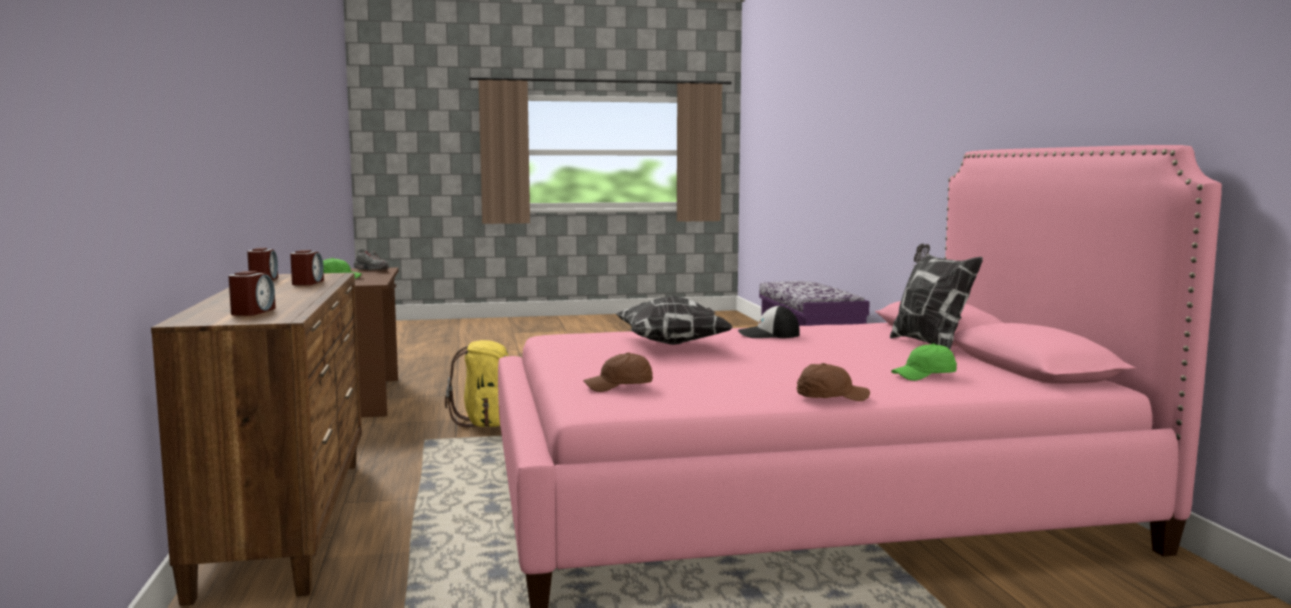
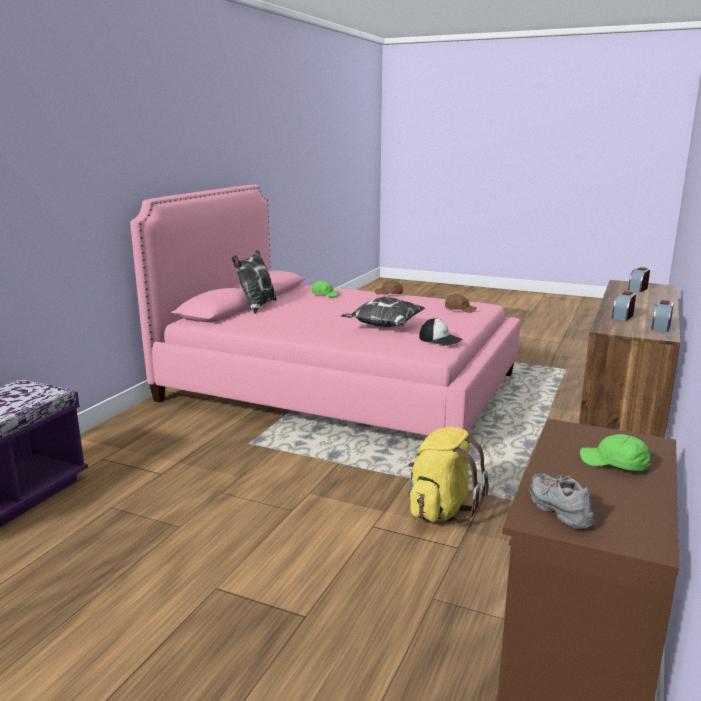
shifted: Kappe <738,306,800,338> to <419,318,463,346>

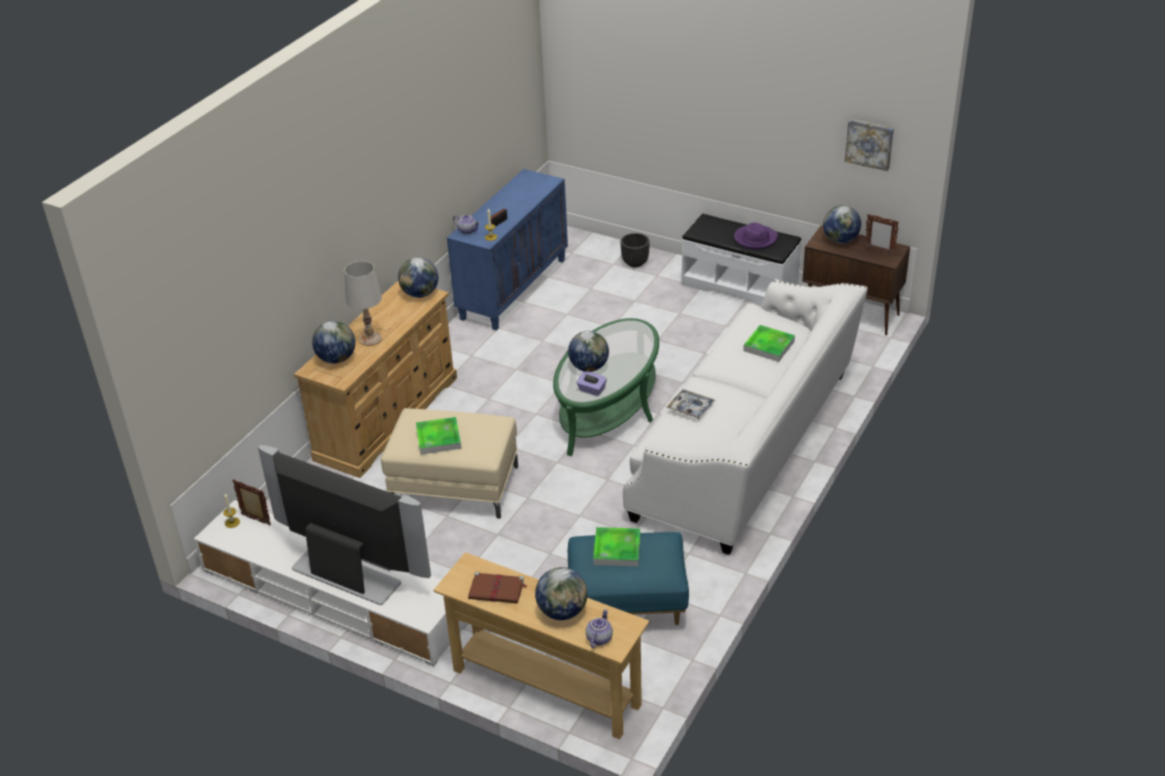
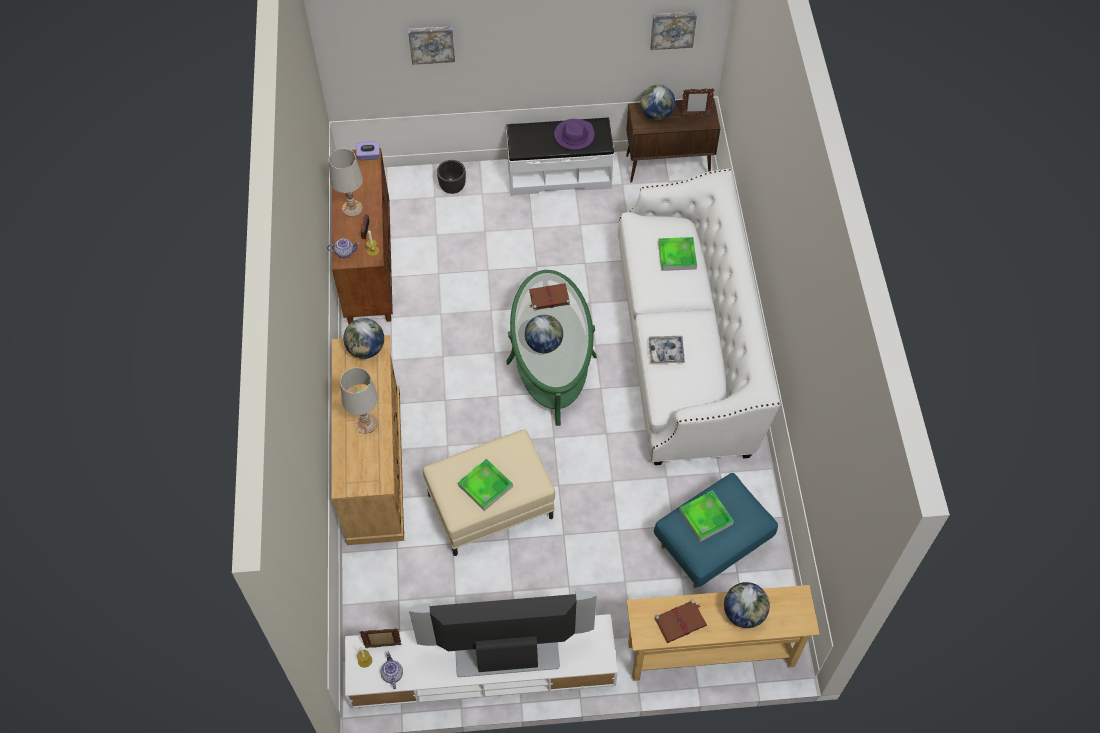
gone: Globus <312,321,355,364>
new: Bild <408,26,455,65>; Tischlampe/weiß <329,148,363,217>; Buch/braun <529,283,570,311>
shifted: Taschentuchbox/lila <576,371,607,396> to <356,141,380,160>; Teekanne <586,609,613,648> to <381,652,403,689>
repainted: Schrank/blau <447,169,568,330> to Schrank/braun <332,148,393,324>

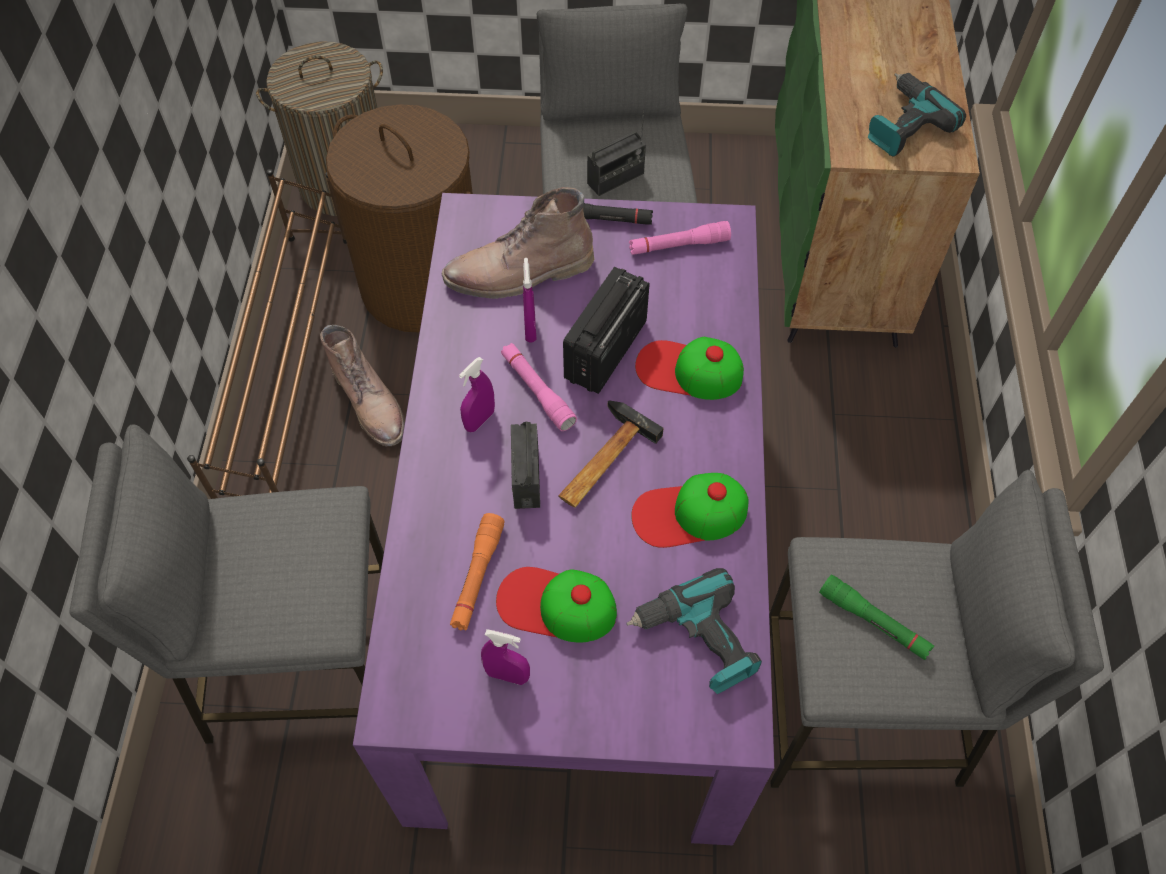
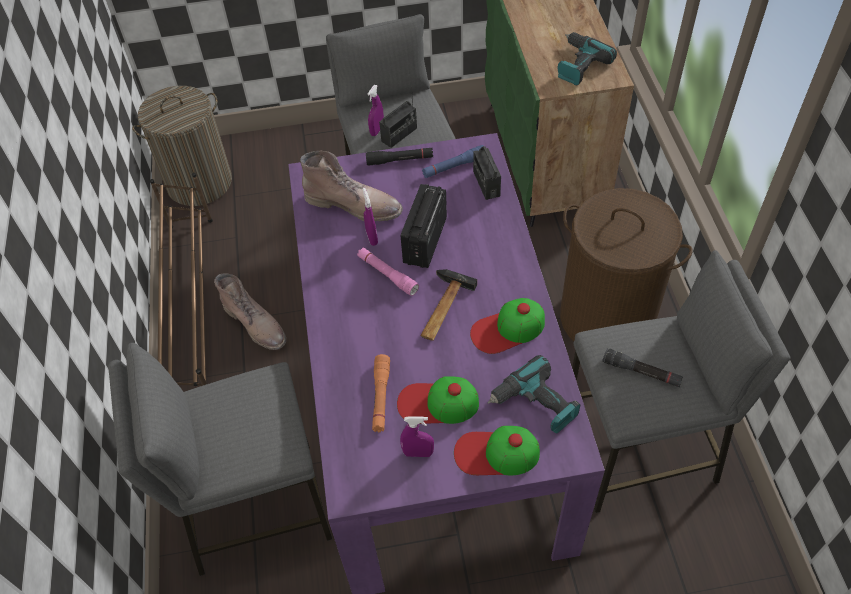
shifted: Wäschekorb/braun <326,104,473,333> to <560,188,692,341>; Kappe <635,337,744,400> to <454,426,540,475>; Sprühflasche/lila <459,357,495,432> to <367,85,384,136>; Radio <511,422,540,509> to <473,146,501,200>
repainted: Taschenlampe/rosa <629,221,731,255> to Taschenlampe/blau <422,145,484,178>; Taschenlampe/grün <819,574,934,660> to Taschenlampe/schwarz <602,348,683,387>
rotated: Stiefel/braun <442,187,595,299> = <300,151,403,221> 135 degrees counterclockwise

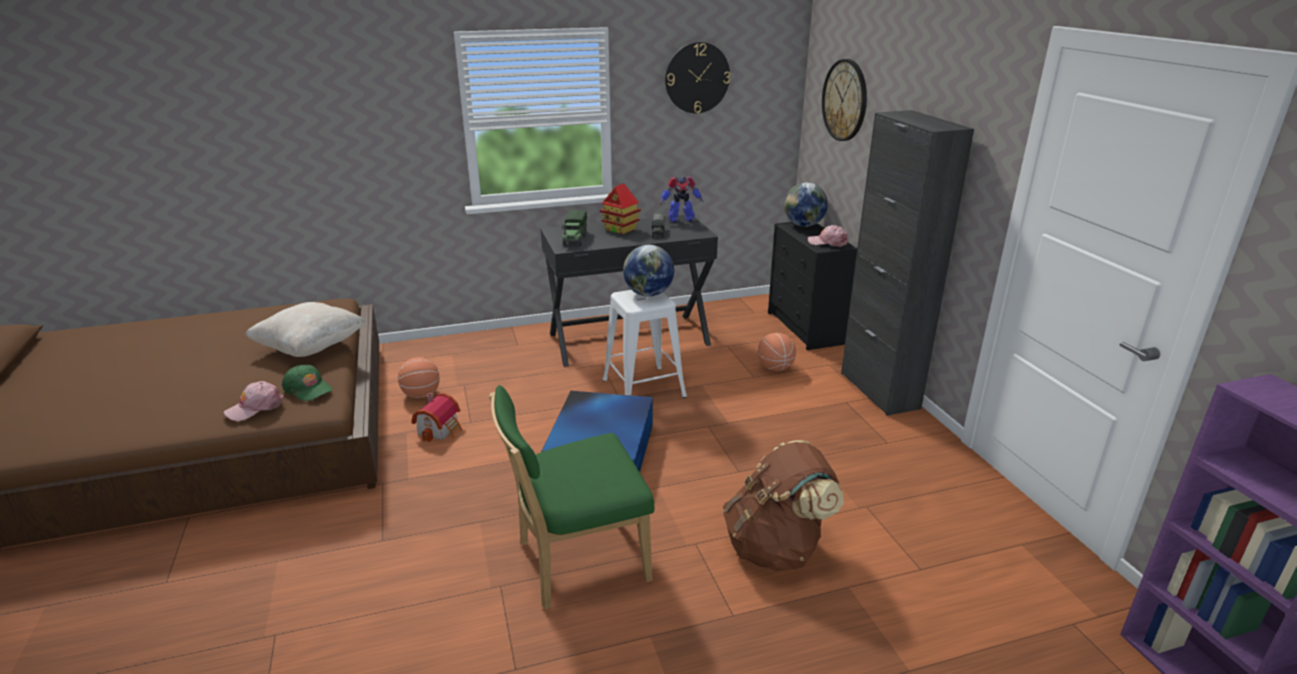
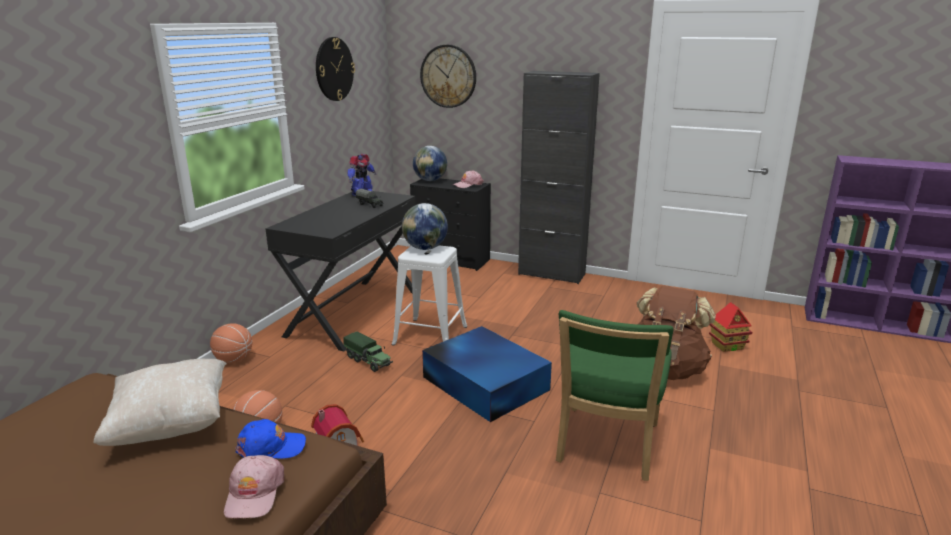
shifted: Spielzeughaus <600,183,641,234> to <709,302,752,352>; Spielzeuglaster <562,210,587,246> to <344,331,393,372>; Basketball <757,333,796,371> to <210,323,252,363>
repainted: Kappe/grün <282,365,332,401> to Kappe/blau <235,419,306,459>

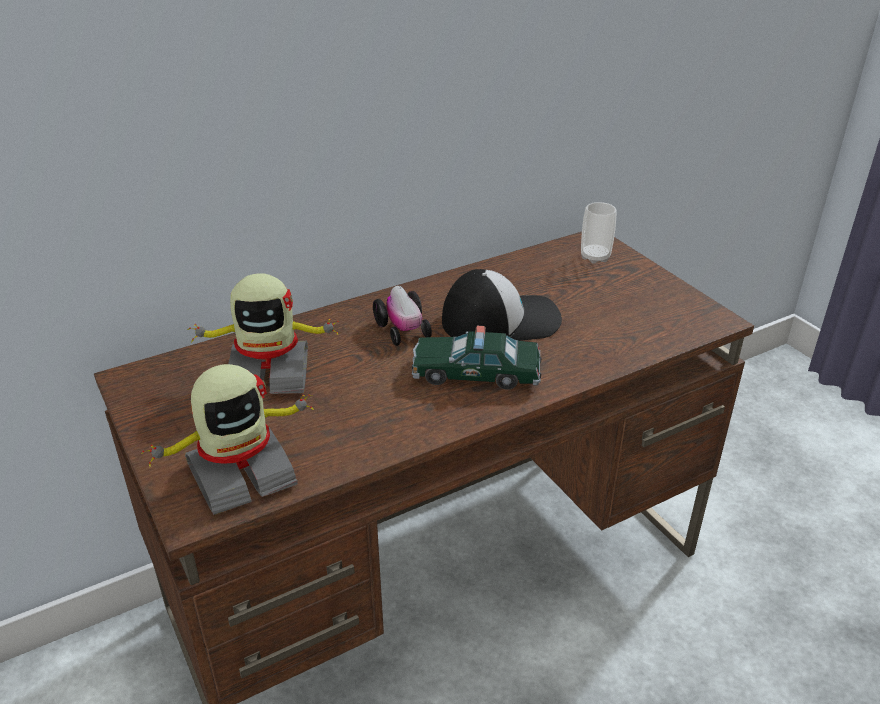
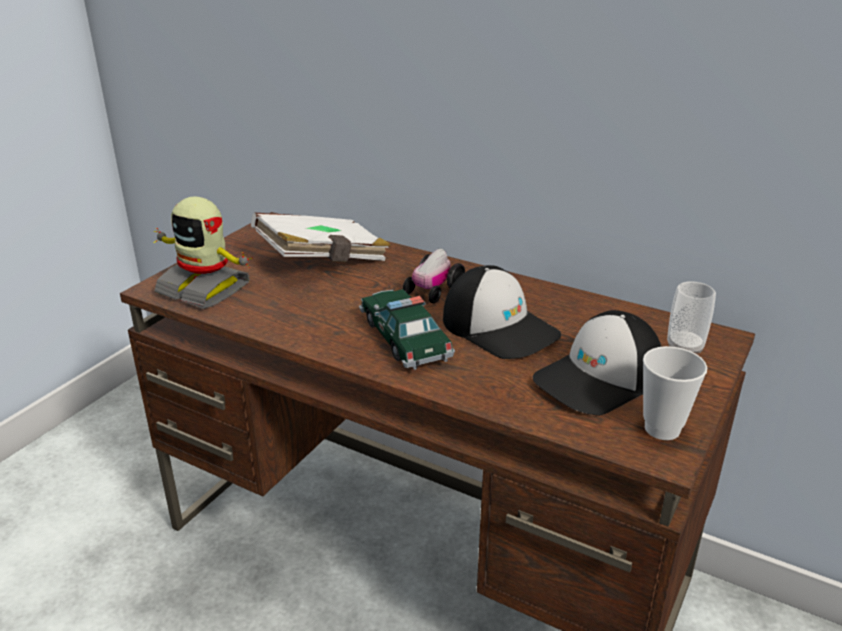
new: Kappe <533,310,661,416>; Tasse <643,346,707,440>
swapped: Spielzeugroboter <187,273,340,394> to Buch/weiß <251,212,391,262>

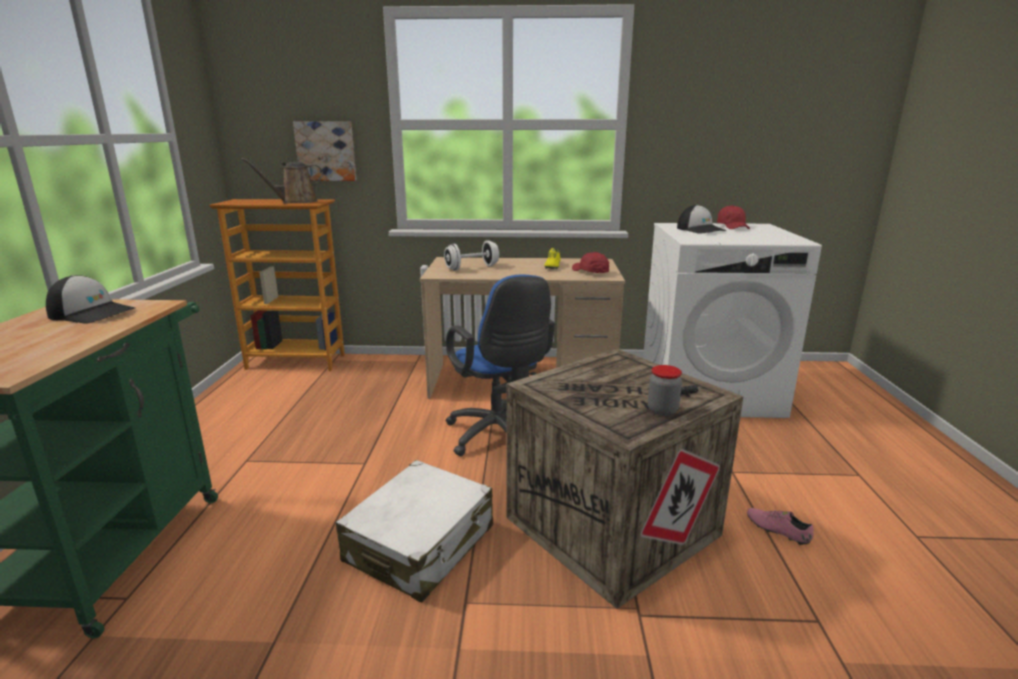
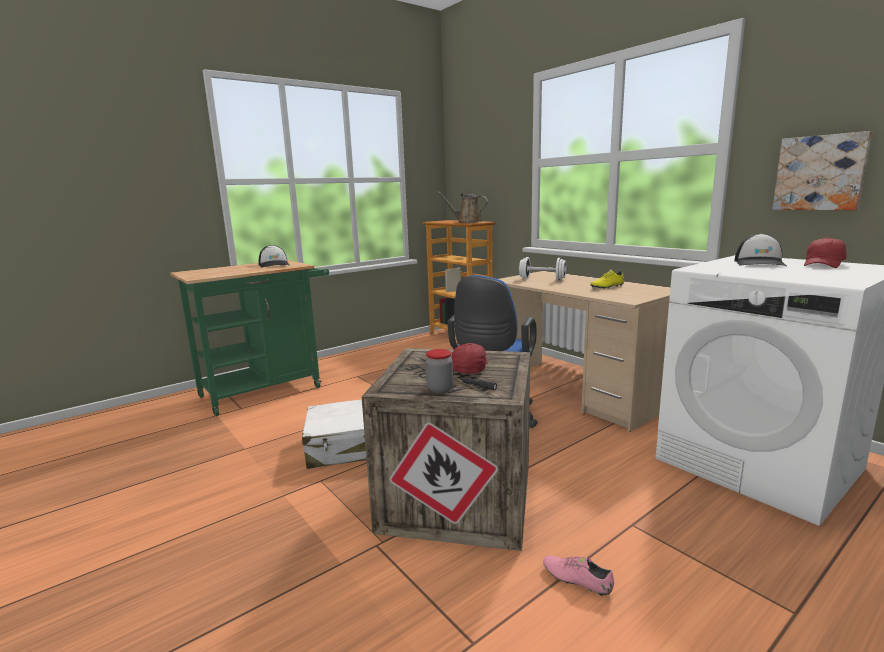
shifted: Bild <293,121,356,181> to <773,131,872,210>; Kappe/rot <572,252,609,273> to <451,343,488,374>
rotated: Schuh/rosa <747,508,814,545> = <543,555,614,596> 60 degrees counterclockwise

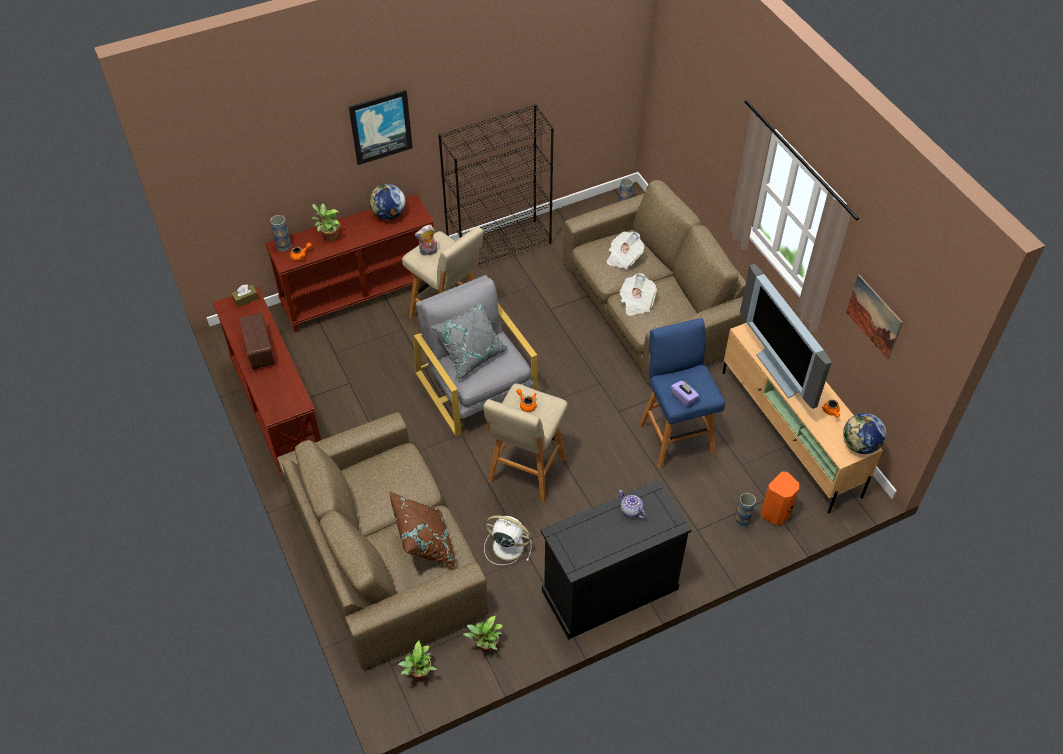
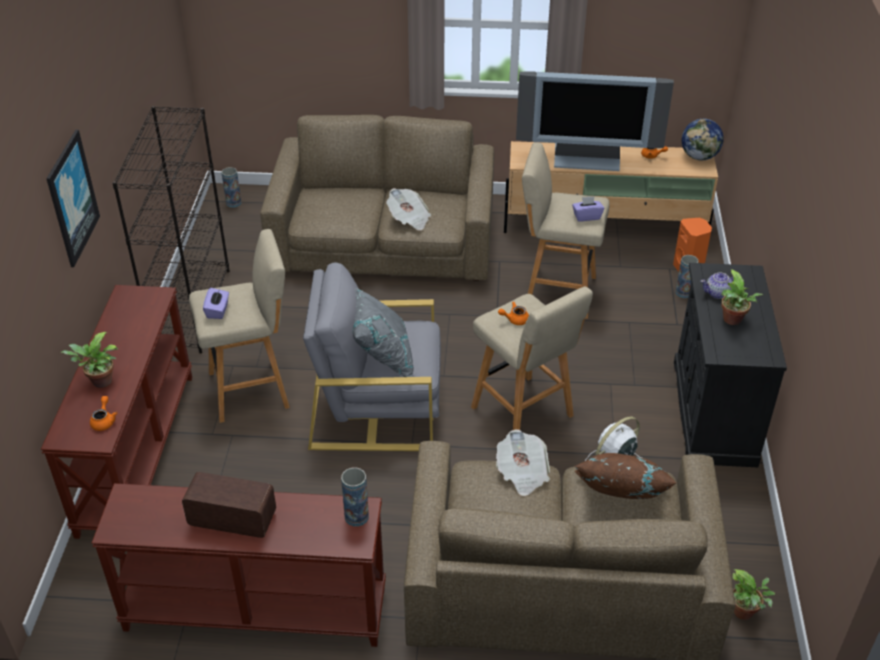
gone: Globus <369,184,406,220>; Bild <846,274,903,360>; Taschentuchbox/braun <231,284,259,307>
shifted: Vase <270,215,291,251> to <341,468,369,527>; Zeitung <607,232,644,269> to <496,429,550,496>; Topfpflanze <463,615,503,652> to <721,269,763,325>
swapped: Plüschtier <415,225,438,256> to Taschentuchbox/lila <203,288,229,319>
repainted: Hocker/blau <639,318,725,468> to Hocker/beige <522,142,610,319>

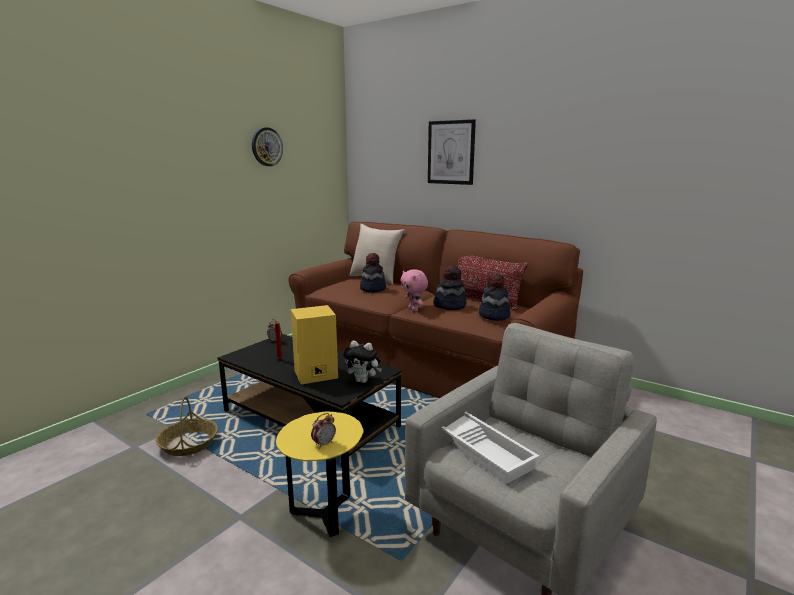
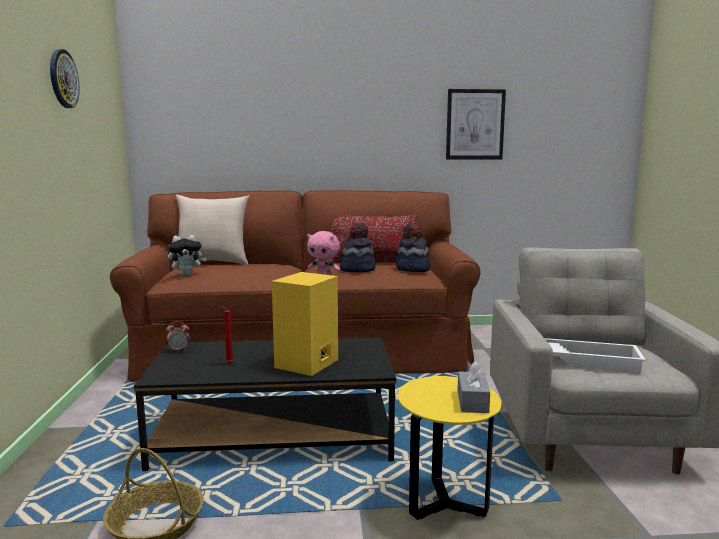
gone: Hut <360,253,386,293>
shifted: Bild <428,119,476,185> to <446,89,506,159>; Plüschtier <343,341,382,383> to <168,235,207,276>
swapped: Wecker <311,413,336,449> to Taschentuchbox/grau <457,361,490,413>

